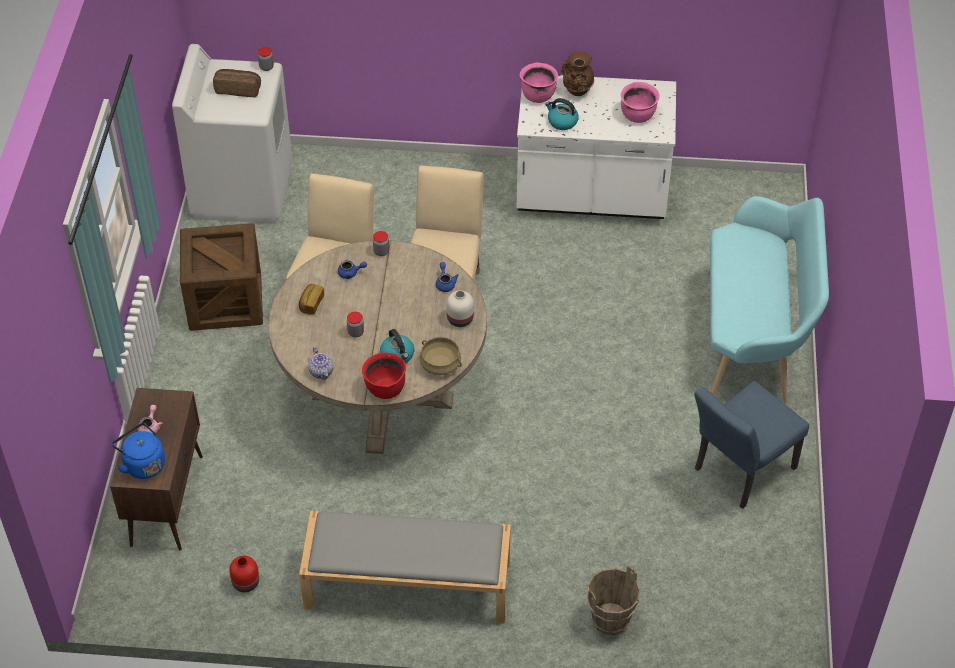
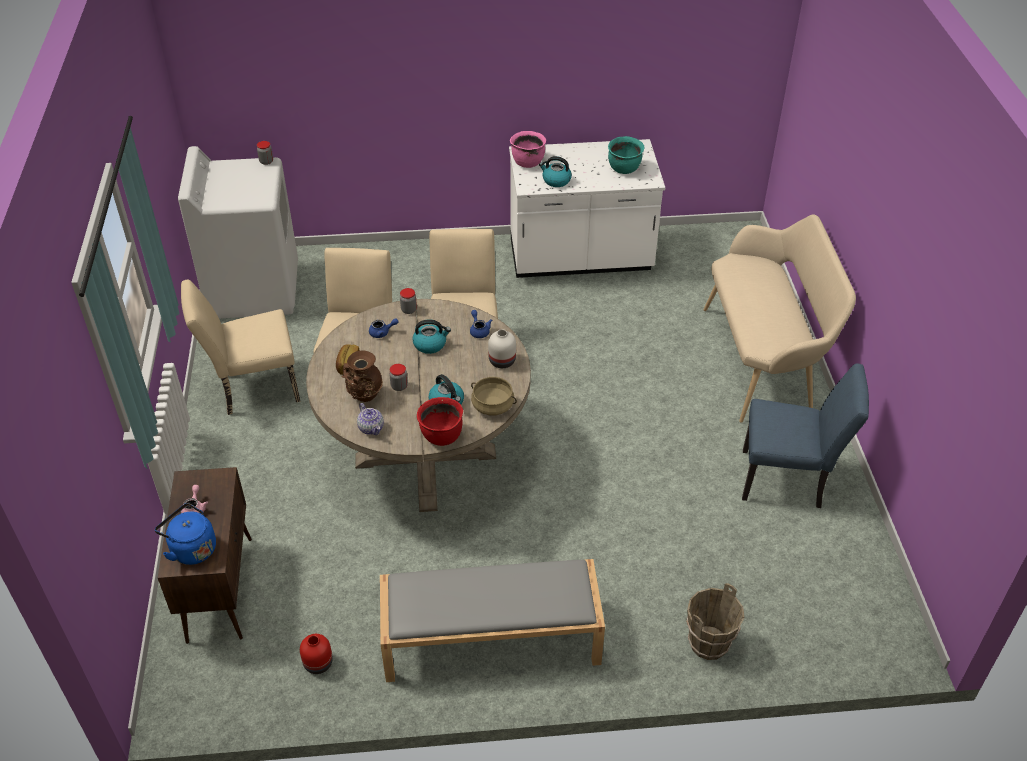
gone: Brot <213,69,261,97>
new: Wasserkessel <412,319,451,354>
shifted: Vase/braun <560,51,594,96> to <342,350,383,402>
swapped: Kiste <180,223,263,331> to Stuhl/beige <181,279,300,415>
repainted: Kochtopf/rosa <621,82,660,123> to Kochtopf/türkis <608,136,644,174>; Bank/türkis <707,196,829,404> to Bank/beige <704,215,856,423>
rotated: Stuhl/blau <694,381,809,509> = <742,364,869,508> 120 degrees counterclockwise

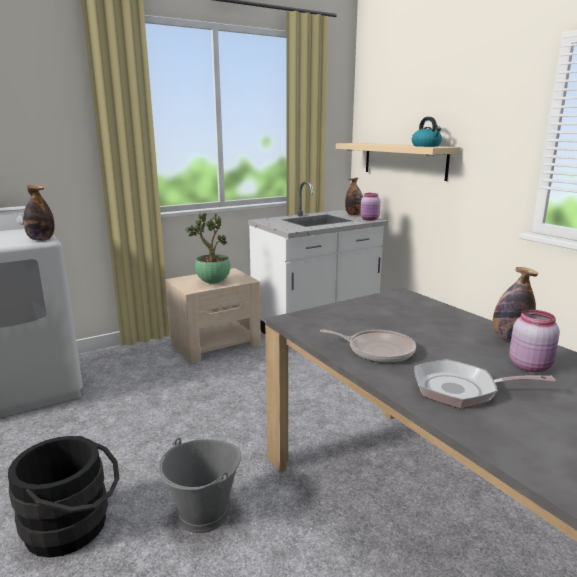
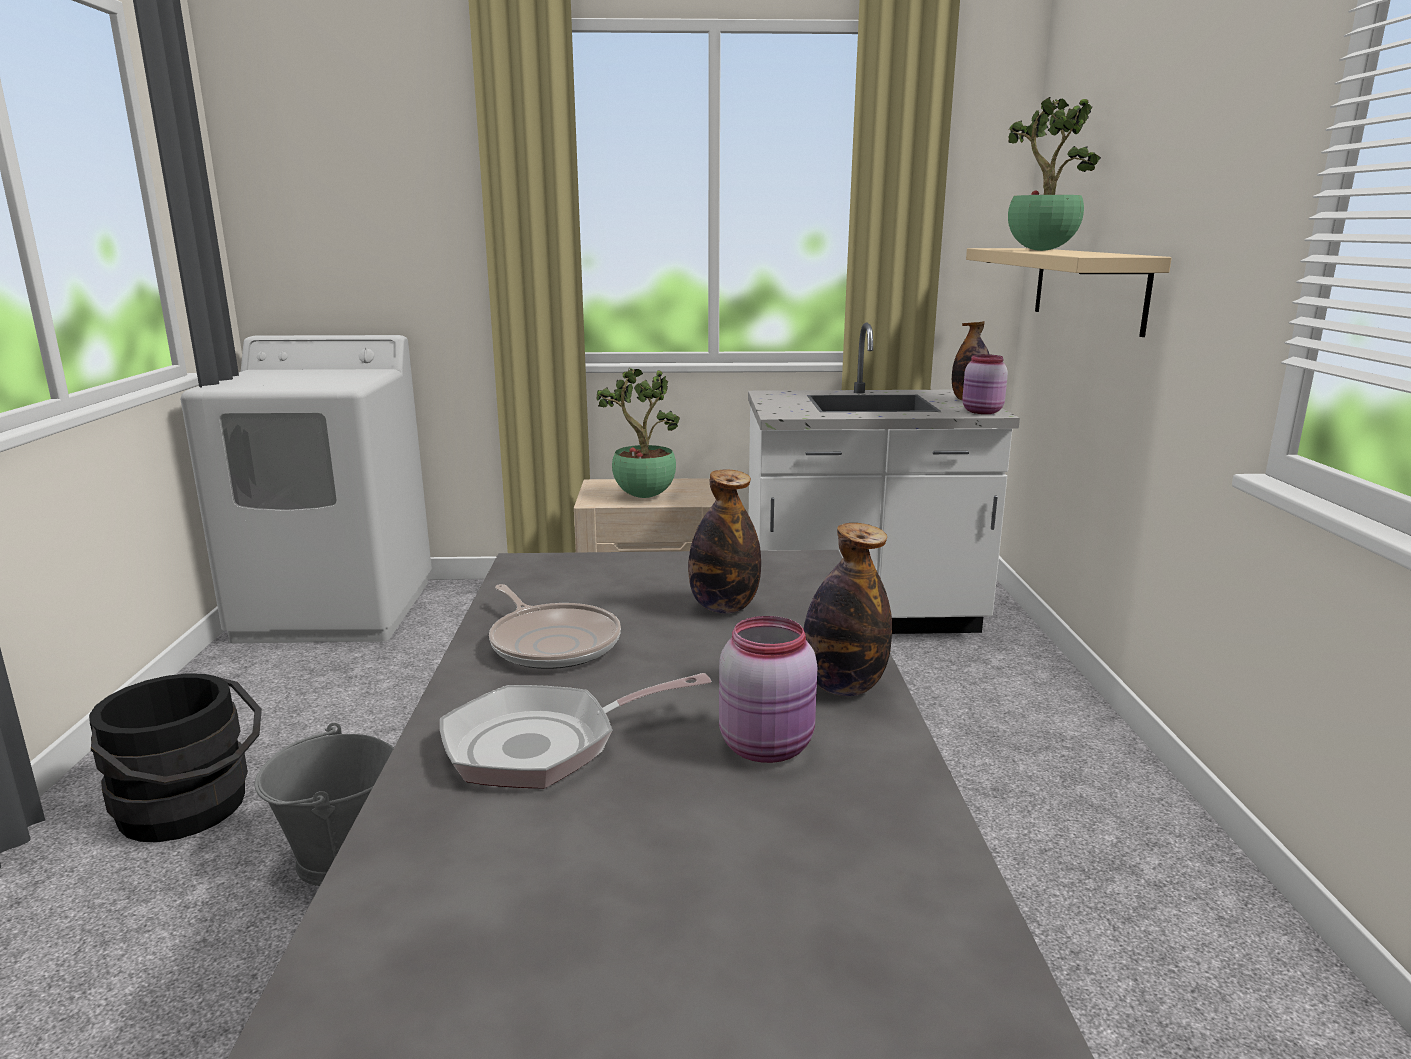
gone: Wasserkessel <412,117,442,147>
new: Topfpflanze <1008,97,1101,251>
shifted: Flasche <23,185,55,241> to <688,470,761,614>
rotated: Pfanne <414,359,556,408> = <440,673,711,788> 60 degrees counterclockwise

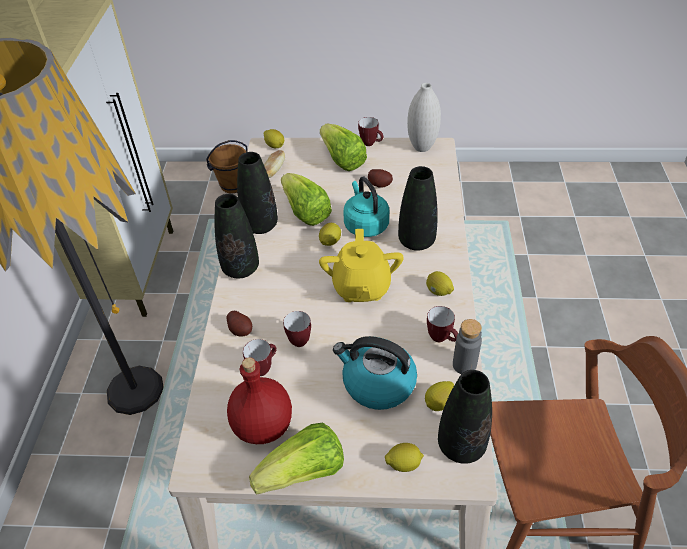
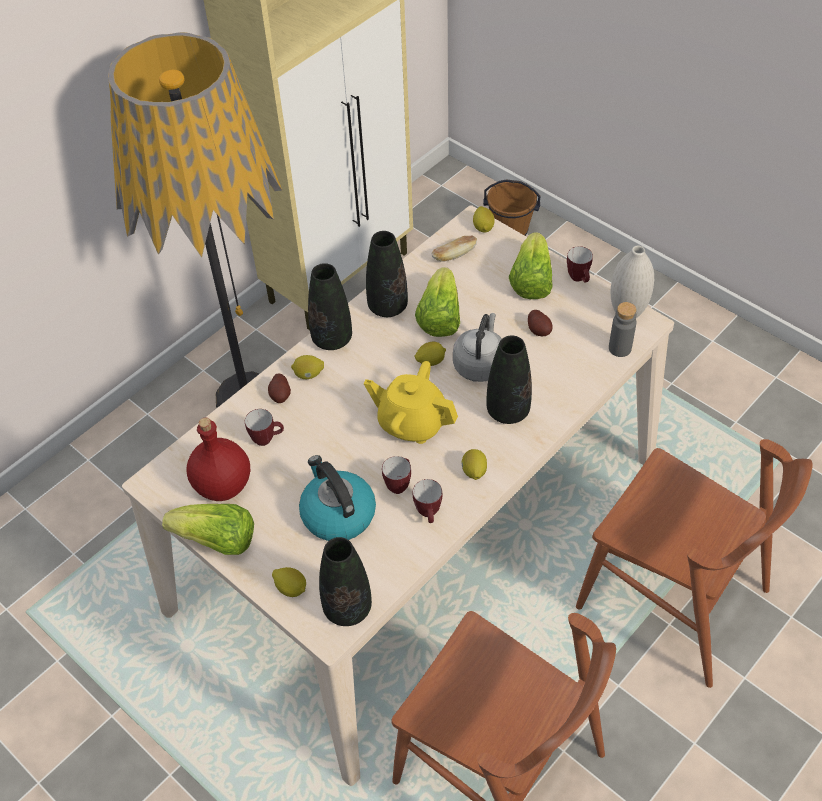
new: Stuhl/braun <576,439,812,688>
shifted: Henkelbecher <283,311,311,347> to <382,456,411,494>; Flasche/grau <453,319,482,374> to <609,302,637,357>; Zitrone <425,381,454,411> to <291,355,324,379>
repainted: Wasserkessel/türkis <343,177,389,237> to Wasserkessel/grau <453,313,502,382>
rotated: Teekanne/gelb <319,229,404,302> = <364,361,458,444> 75 degrees clockwise

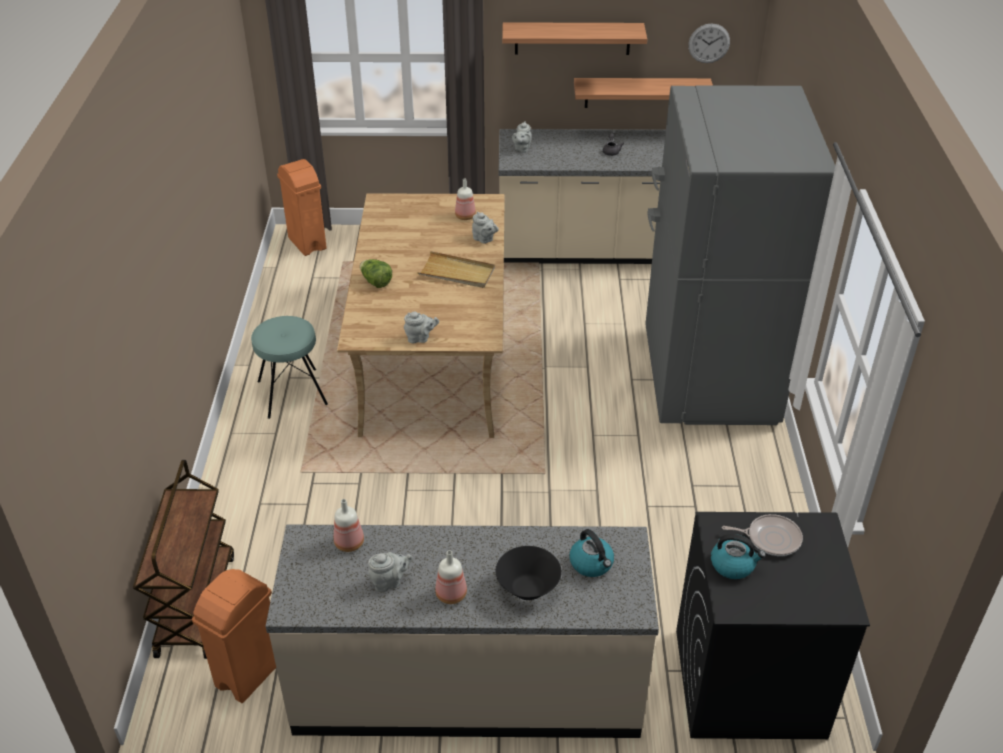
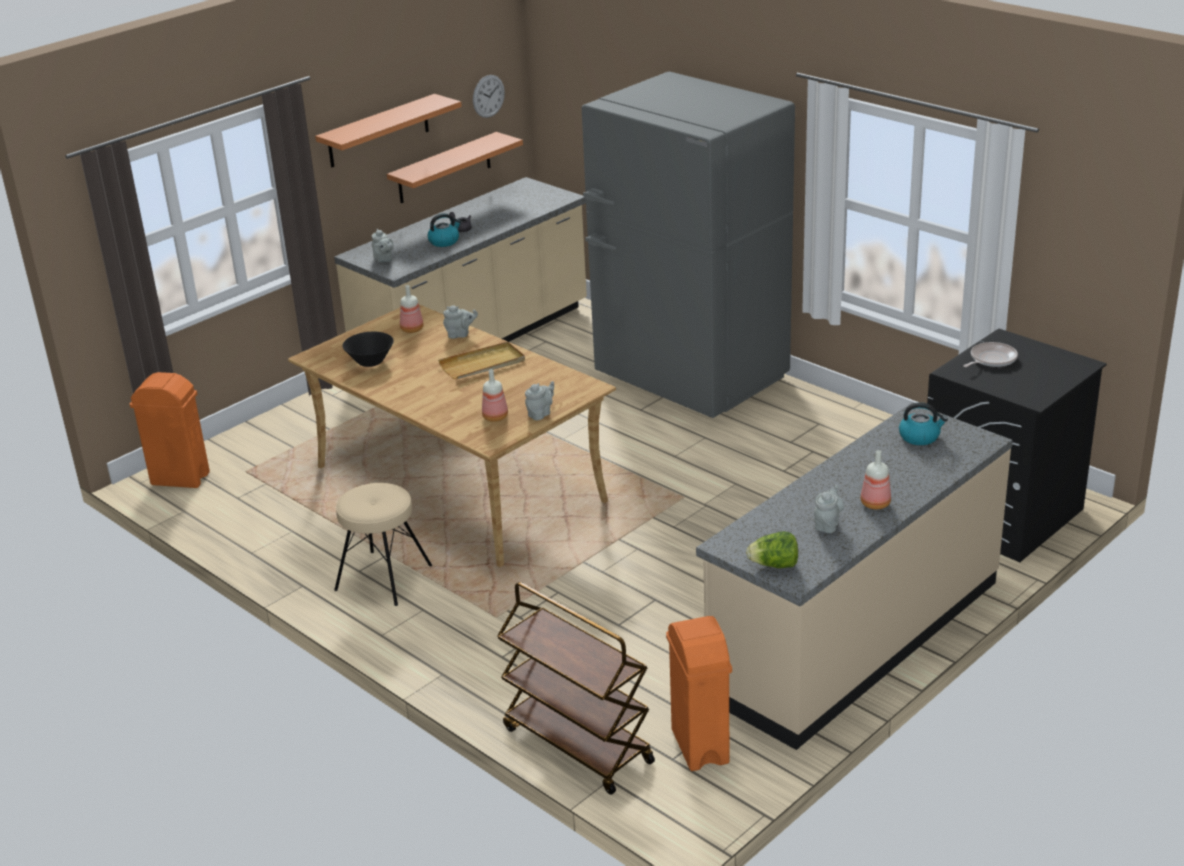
shifted: Salatkopf <360,259,392,288> to <746,531,798,568>; Flasche <334,499,364,552> to <482,369,508,422>; Wasserkessel <711,534,766,579> to <428,213,461,247>; Schüssel/schwarz <496,546,562,600> to <343,332,394,367>
repainted: Hocker/türkis <251,316,328,419> to Hocker/beige <334,483,432,606>

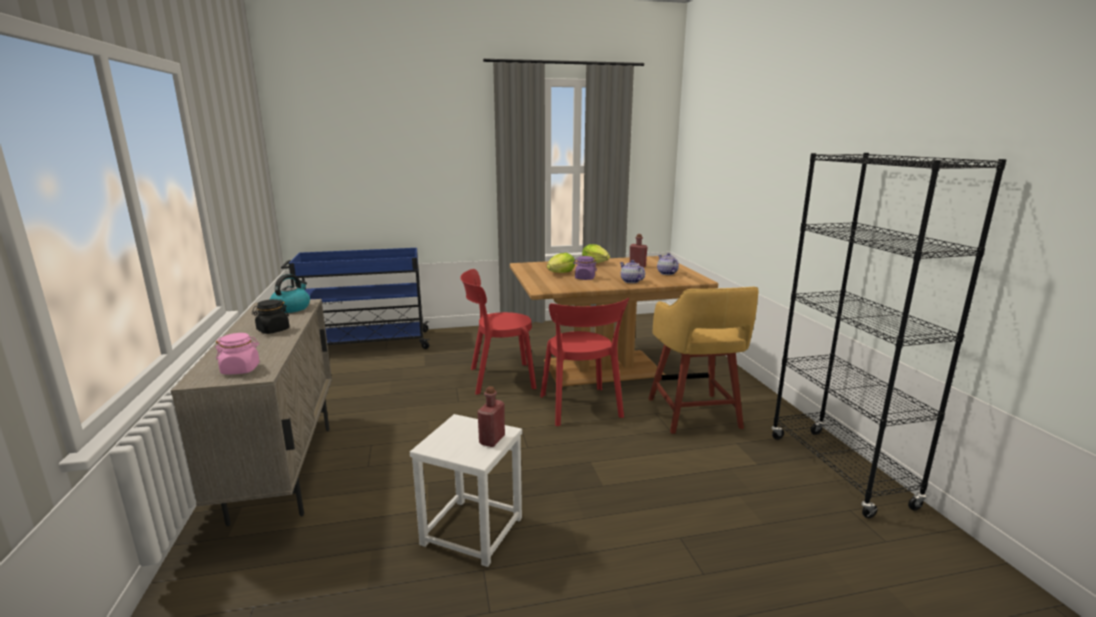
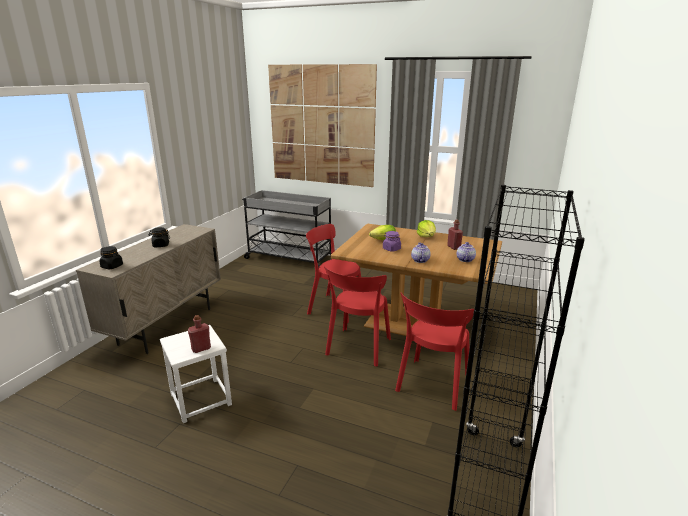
gone: Wasserkessel <270,274,310,313>
new: Bild <268,64,377,187>
swapped: Hocker/gelb <648,287,759,434> to Stuhl/rot <395,293,474,411>
repainted: Rollwagen/blau <281,248,430,349> to Rollwagen/grau <242,190,331,267>; Vorratsglas/rosa <215,333,260,374> to Vorratsglas/schwarz <99,246,123,269>

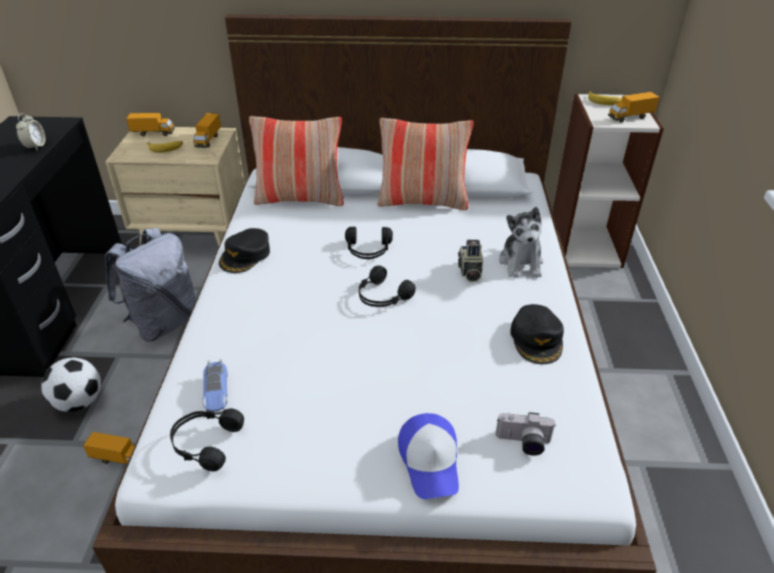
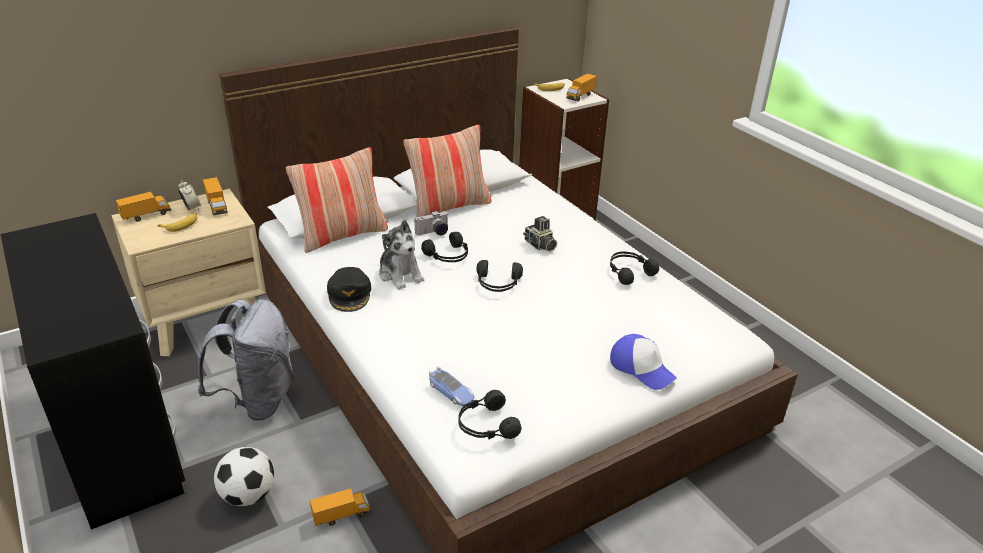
shifted: Wecker <16,113,45,150> to <178,180,201,210>; Plüschtier <499,207,543,278> to <379,220,424,290>; Kamera <495,412,556,455> to <415,211,448,235>
swapped: Kappe/schwarz <510,304,564,364> to Kopfhörer/schwarz <610,252,659,285>

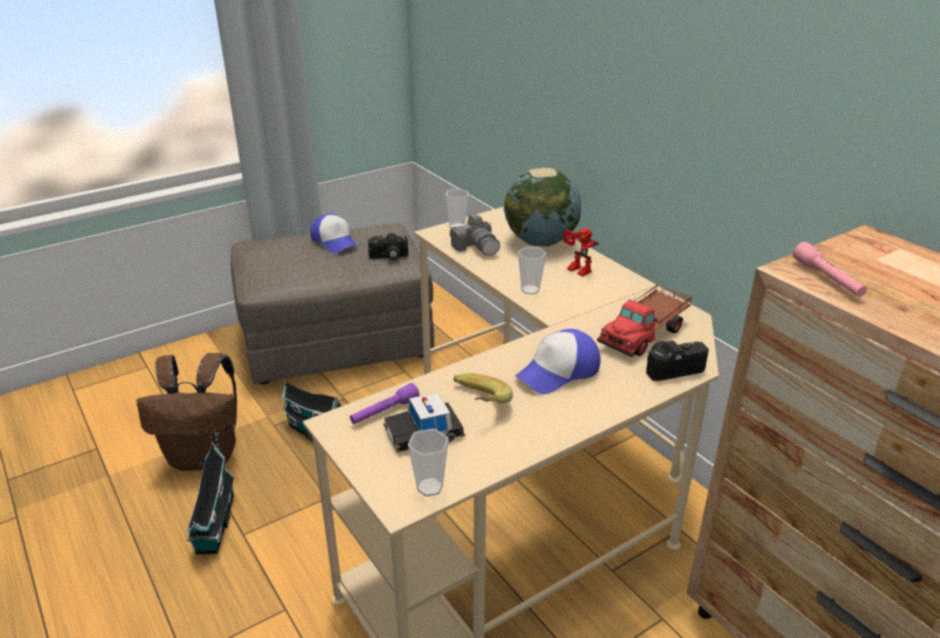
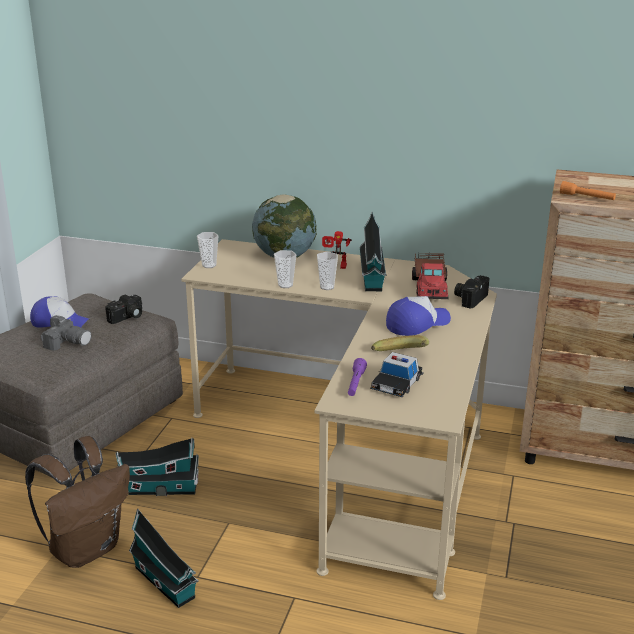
new: Spielzeughaus <359,212,386,291>
shifted: Kamera <450,214,500,256> to <41,315,92,350>; Tasse <408,429,449,497> to <274,250,296,288>
repainted: Taschenlampe/rosa <793,242,867,297> to Taschenlampe/orange <560,181,616,200>
rotated: Kappe <515,329,601,394> = <386,296,451,336> 135 degrees counterclockwise

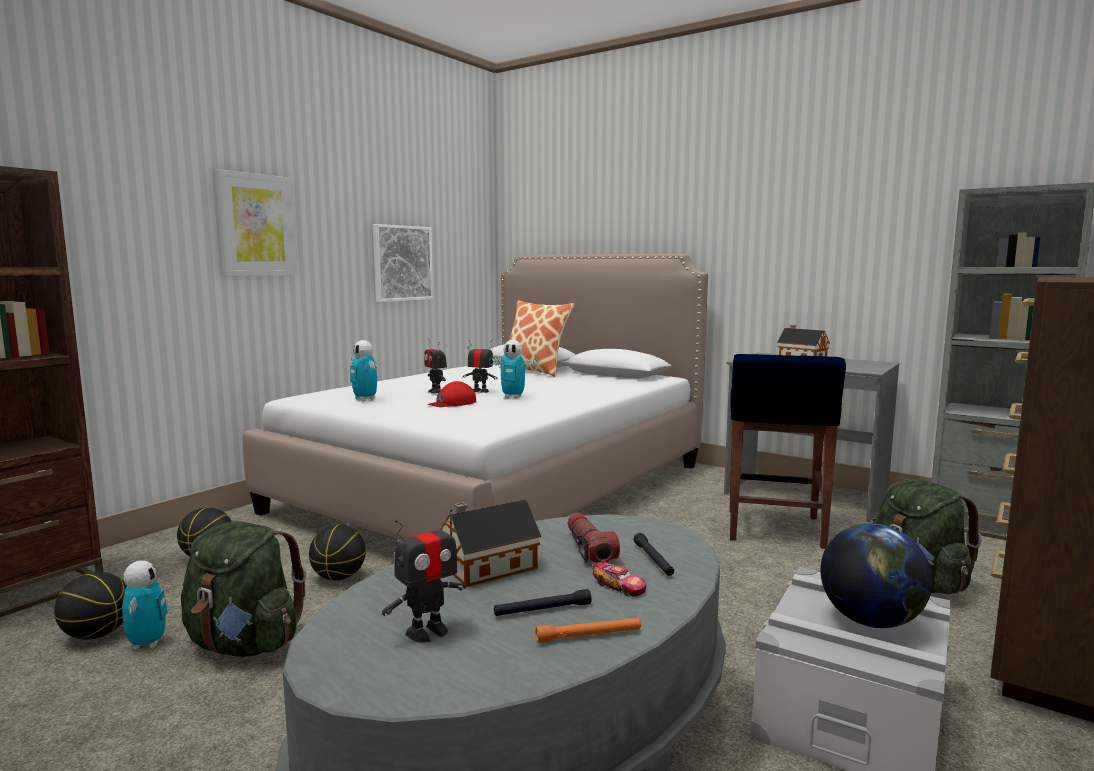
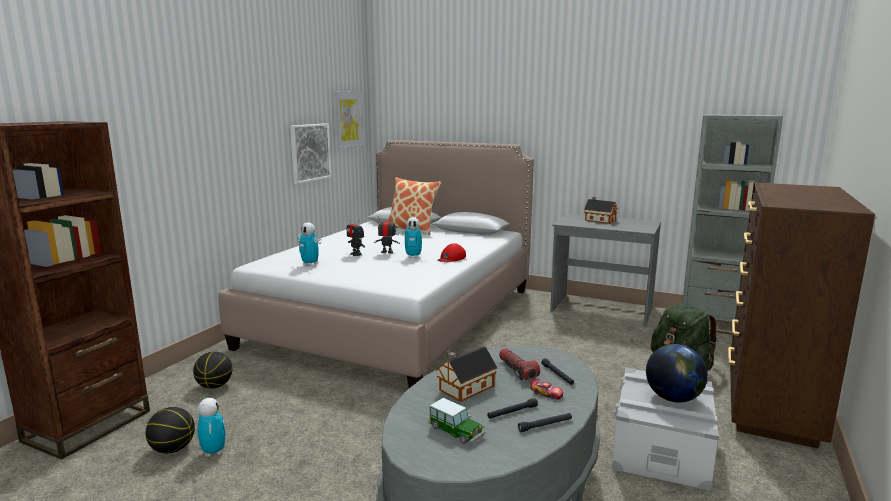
gone: Hocker/blau <730,354,846,549>; Rucksack/grün <181,521,306,657>; Basketball <309,524,366,580>
shifted: Bild <214,169,298,276> to <333,91,363,150>; Kappe/rot <428,381,476,407> to <437,243,466,262>
swapped: Spielzeugroboter <382,509,466,643> to Spielzeugauto <428,398,485,444>
repainted: Taschenlampe/orange <535,618,641,643> to Taschenlampe/schwarz <518,413,572,432>

